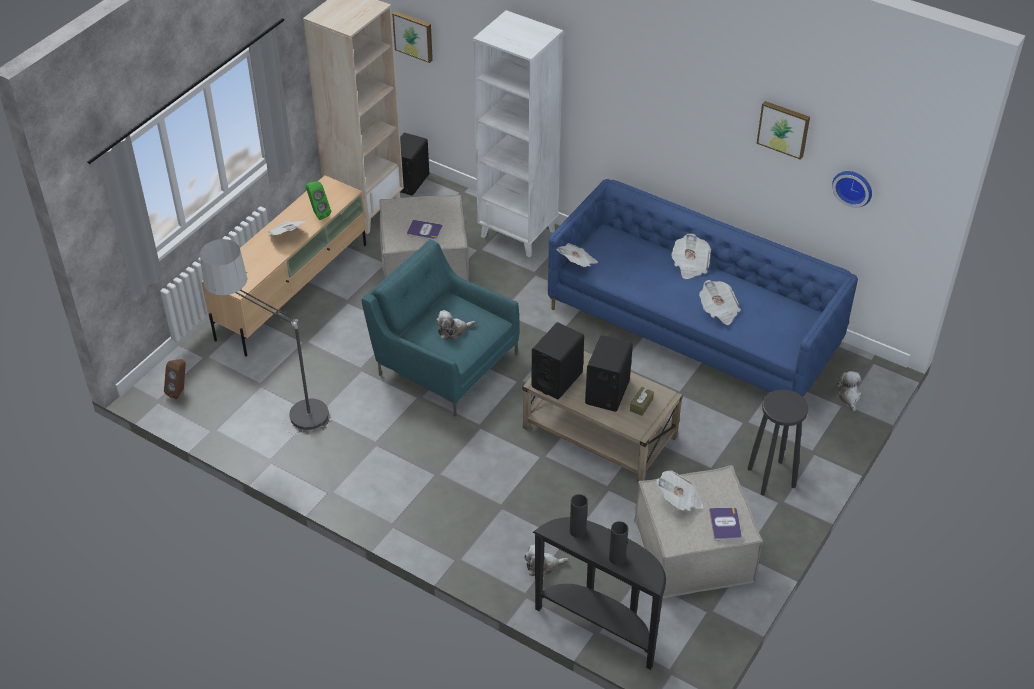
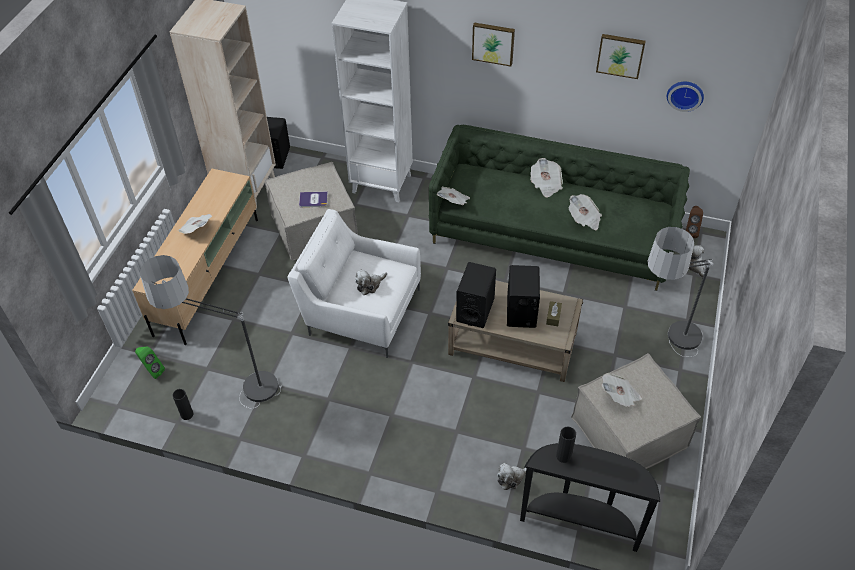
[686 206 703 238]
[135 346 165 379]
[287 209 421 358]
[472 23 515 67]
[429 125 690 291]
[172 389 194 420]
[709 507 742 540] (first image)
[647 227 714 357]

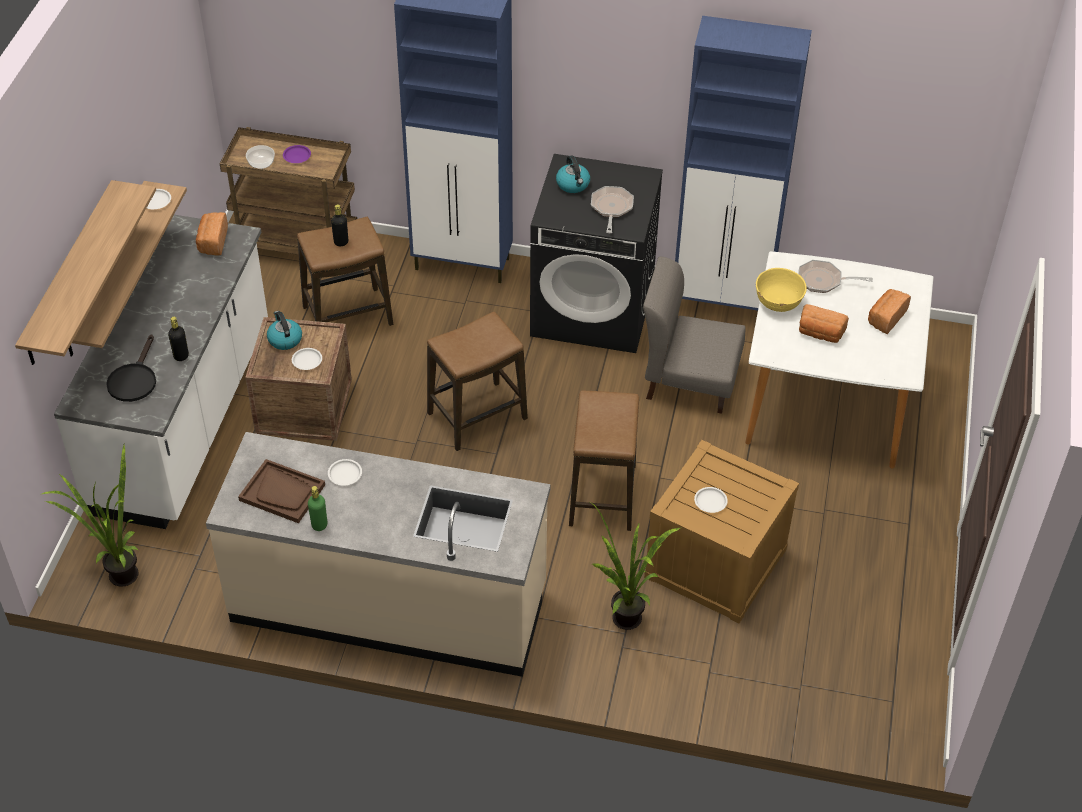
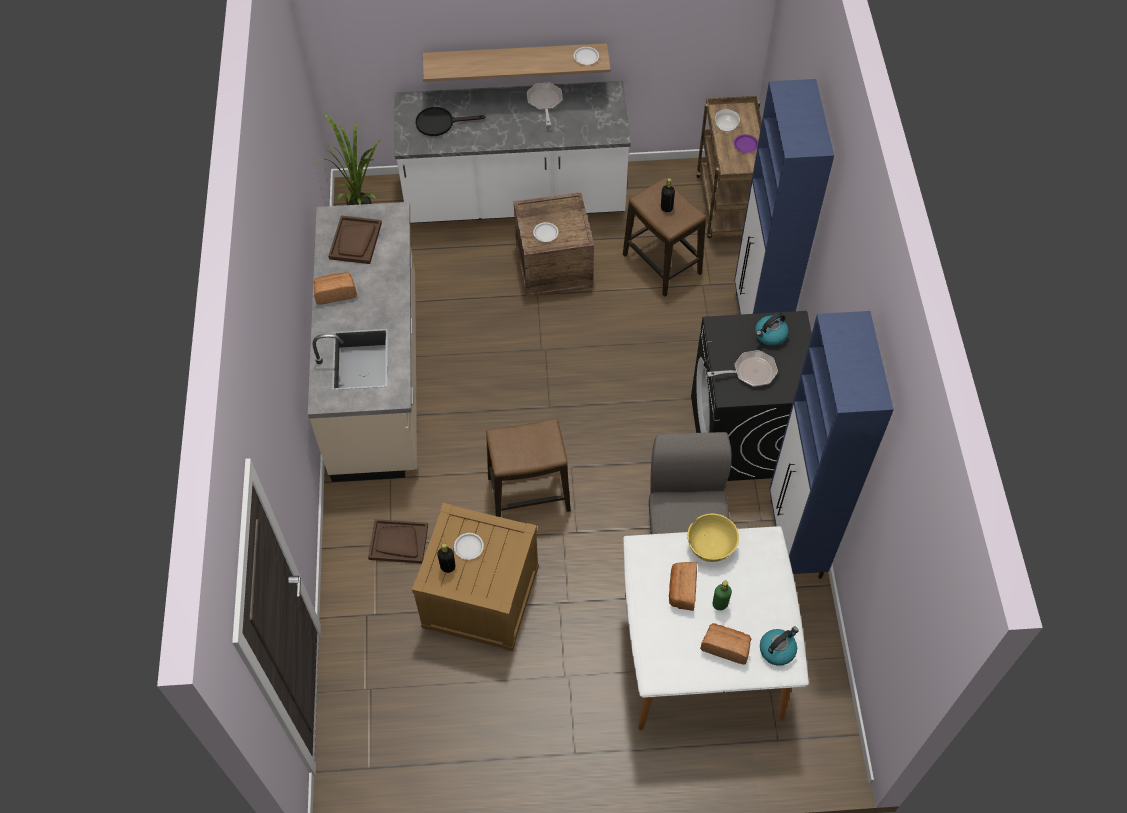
[15 180 156 365] (first image)
[437 543 455 573]
[314 272 357 305]
[760 626 799 666]
[713 581 732 610]
[328 459 362 486] (first image)
[427 312 528 451] (first image)
[368 519 428 563]
[527 83 563 126]

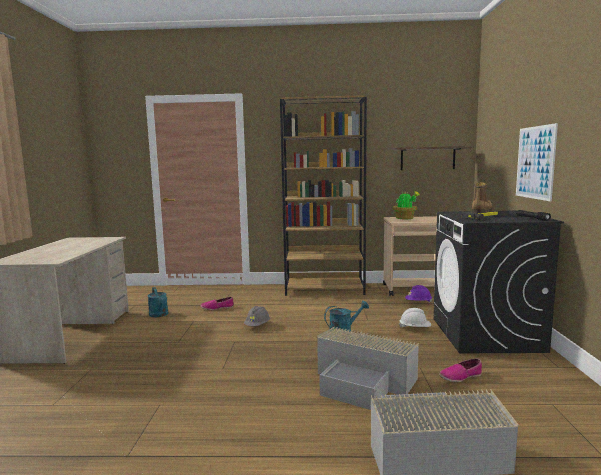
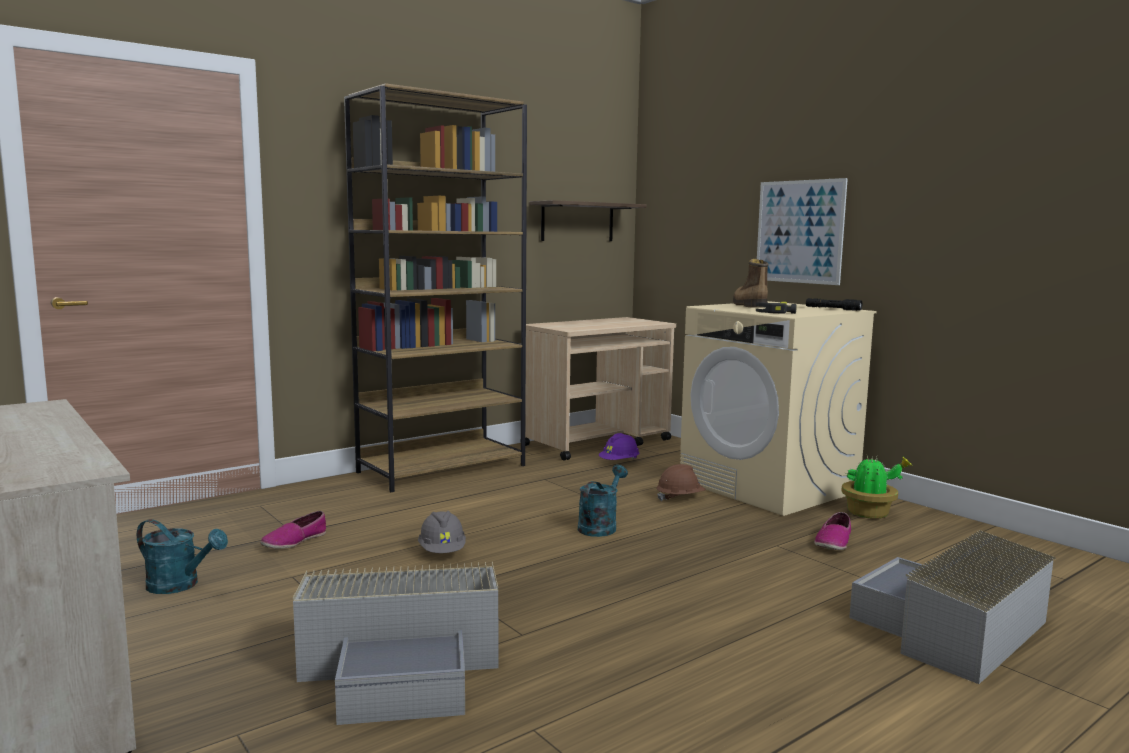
[293 562 498 725]
[841 454 912 519]
[656 464 706 501]
[680 301 877 516]

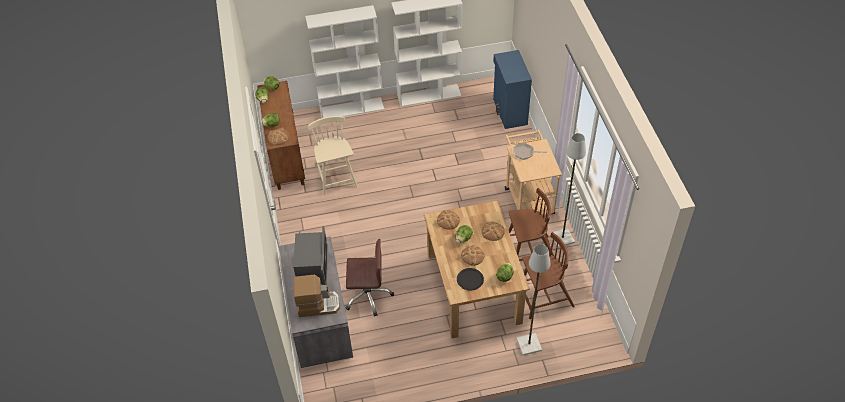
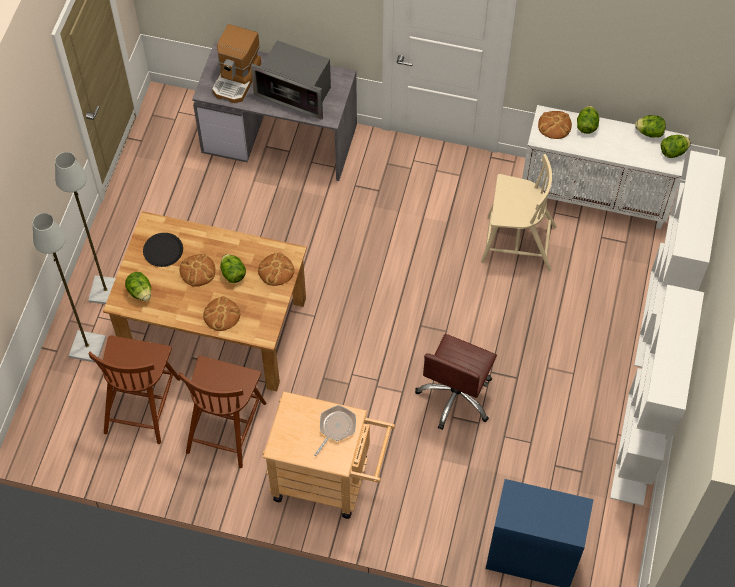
[522 105 689 229]
[415 334 497 430]
[55 152 116 304]

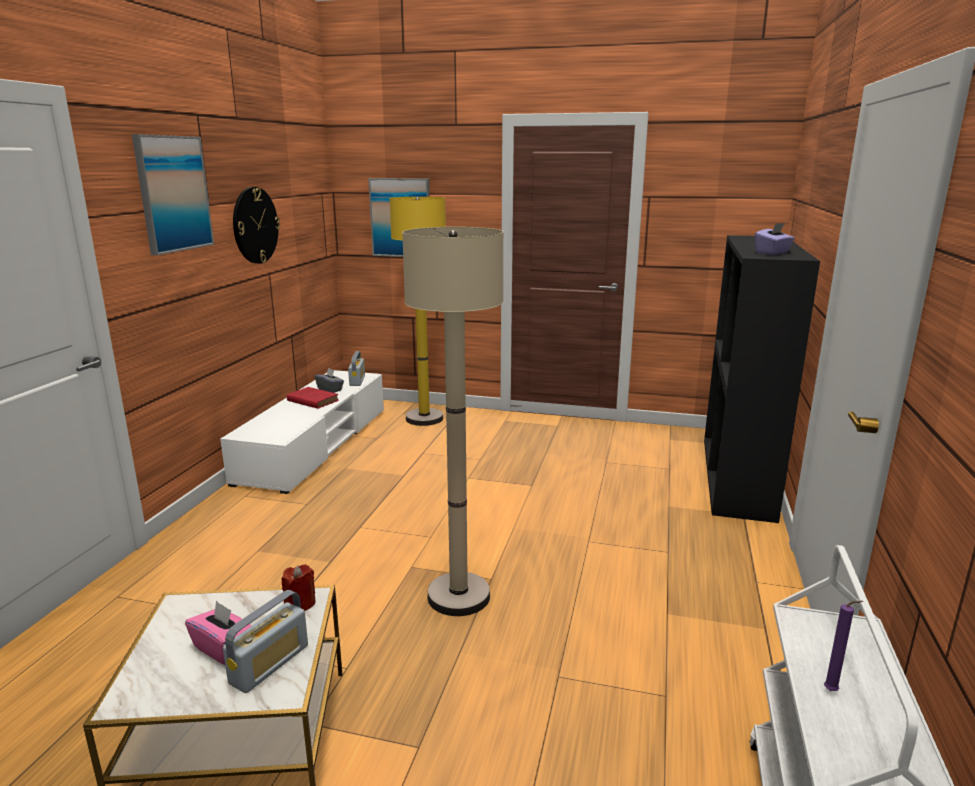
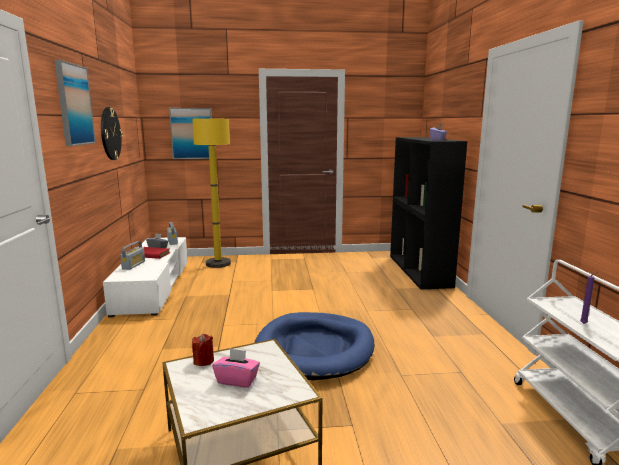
[120 241 145 270]
[192 334 214 366]
[255 312 374 380]

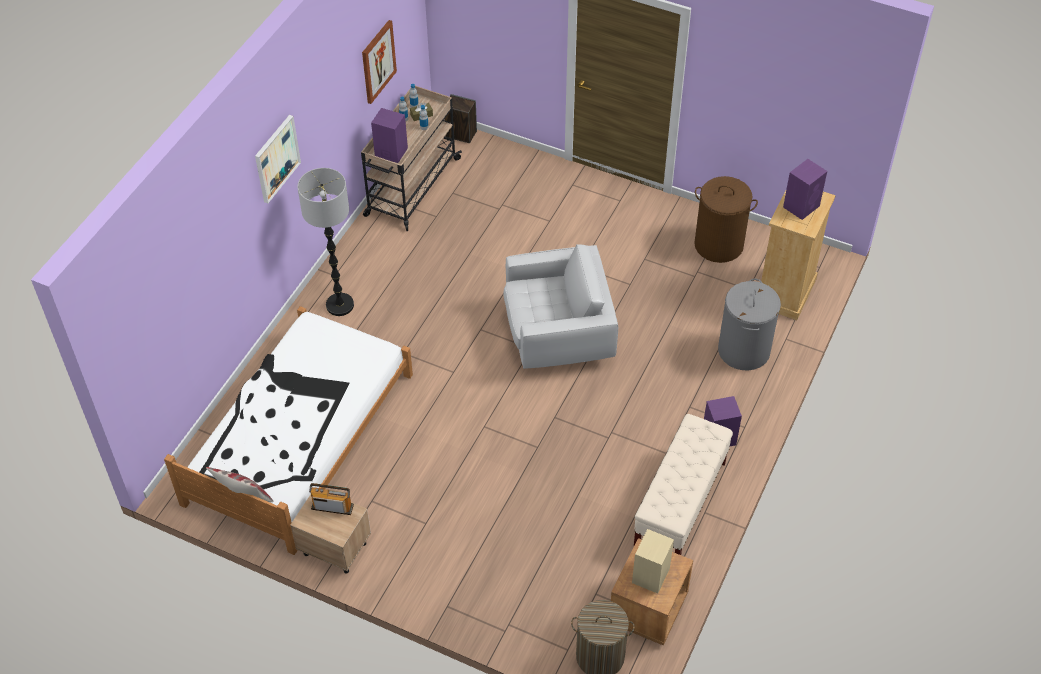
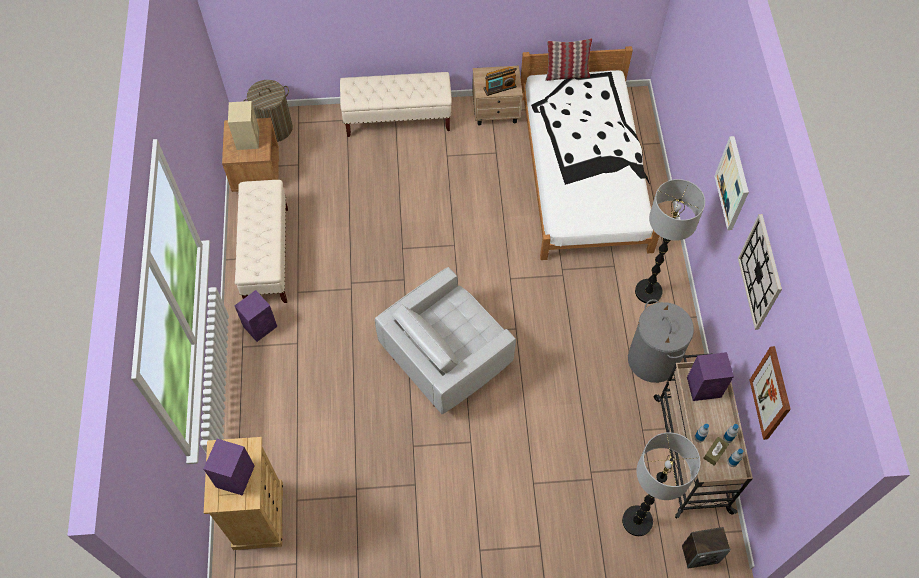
[694 176 758 263] (first image)
[628 299 694 383]
[340 72 452 137]
[622 432 700 536]
[738 214 782 330]

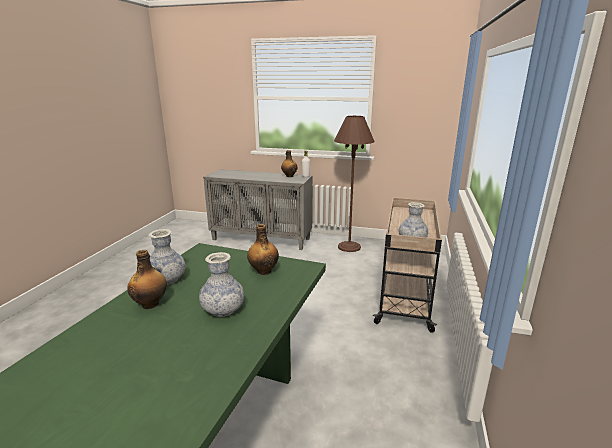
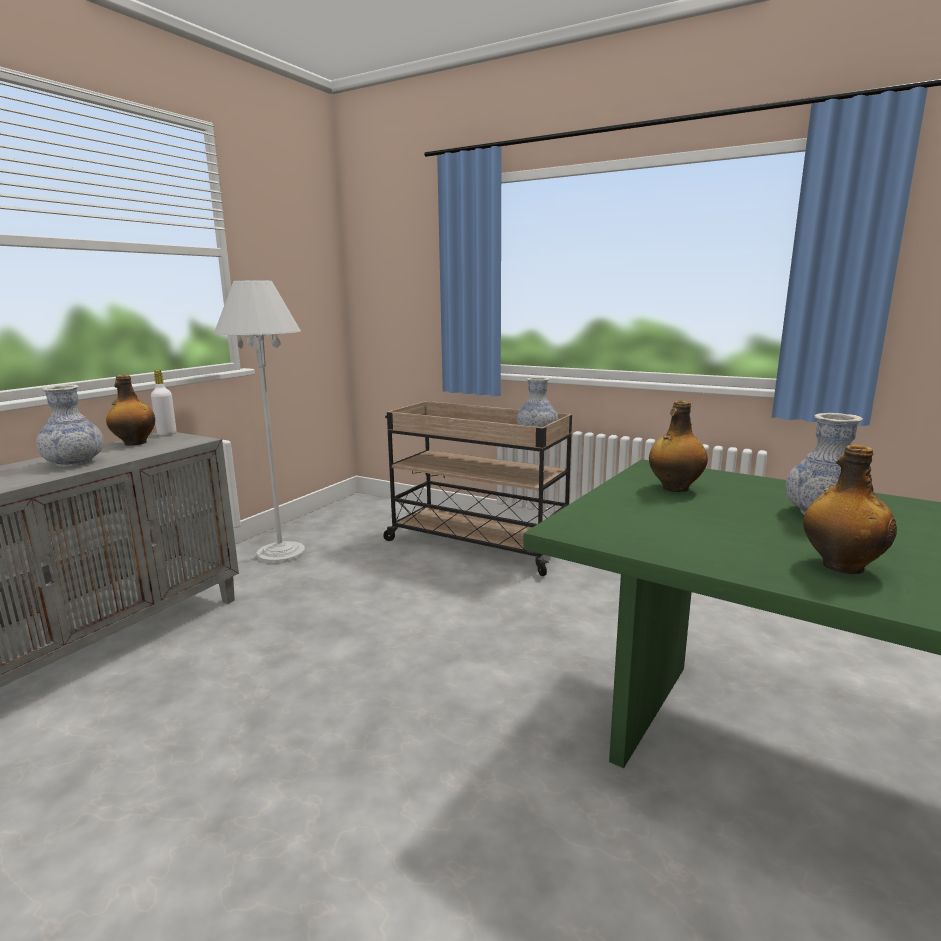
[36 385 104 467]
[214 281 306 563]

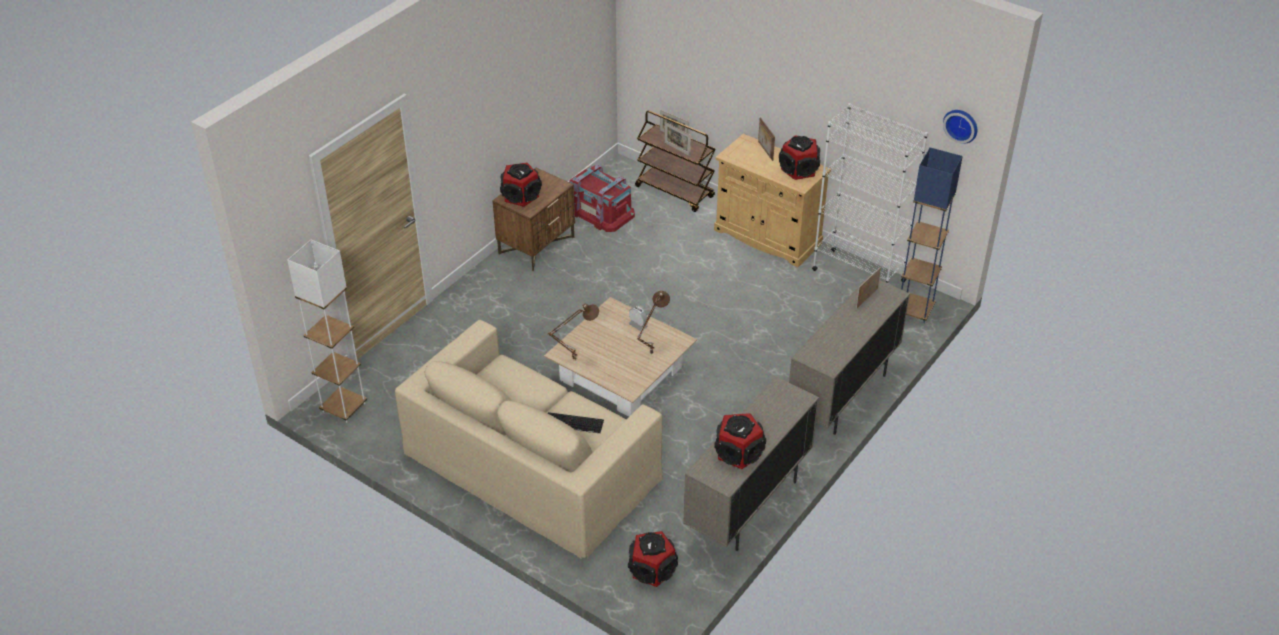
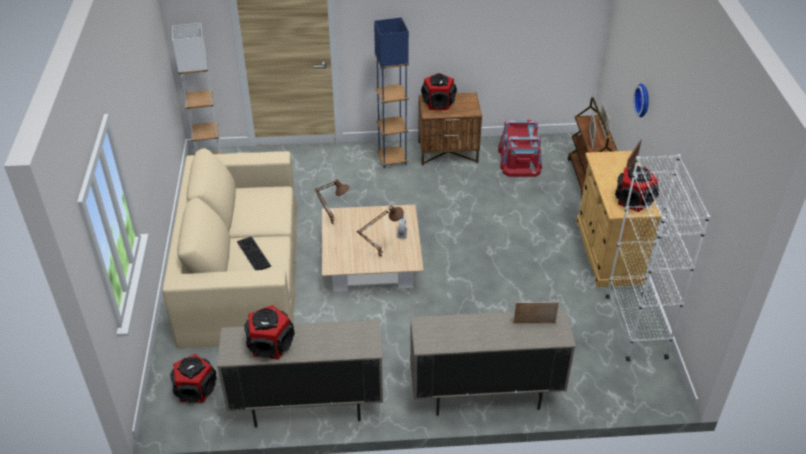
[374 17 409 168]
[633 83 649 117]

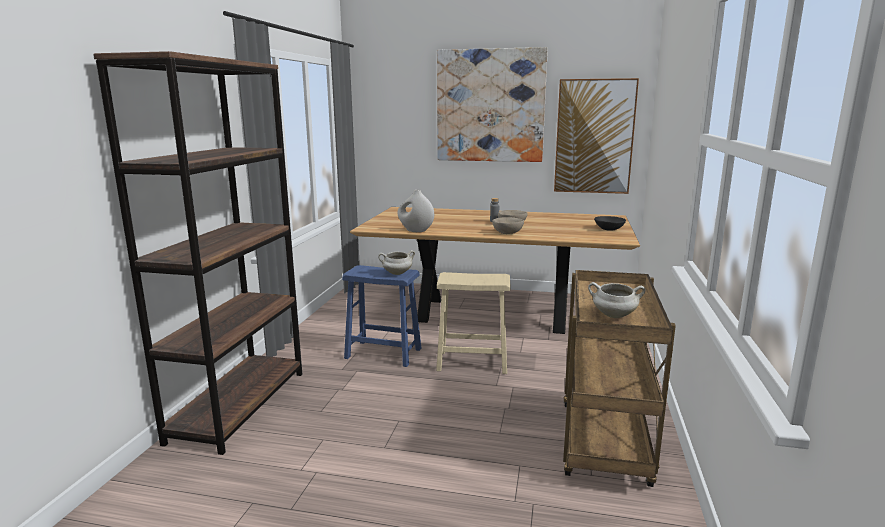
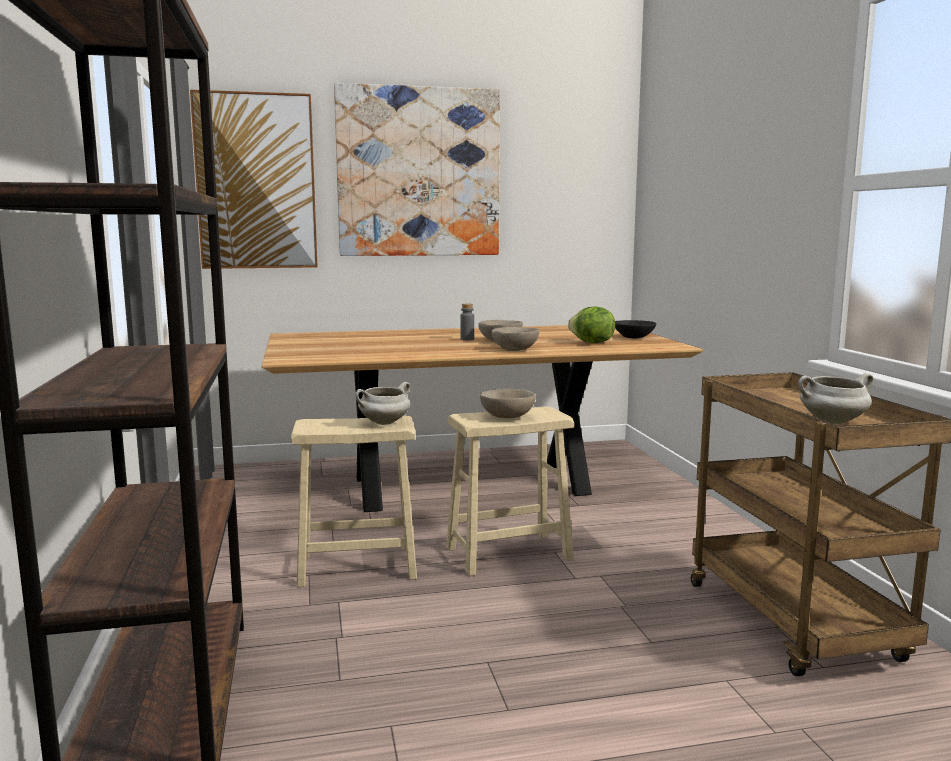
[291 416 417 587]
[397 190 434 232] (first image)
[190 90 318 269]
[480 388 536 418]
[568 306 615 343]

